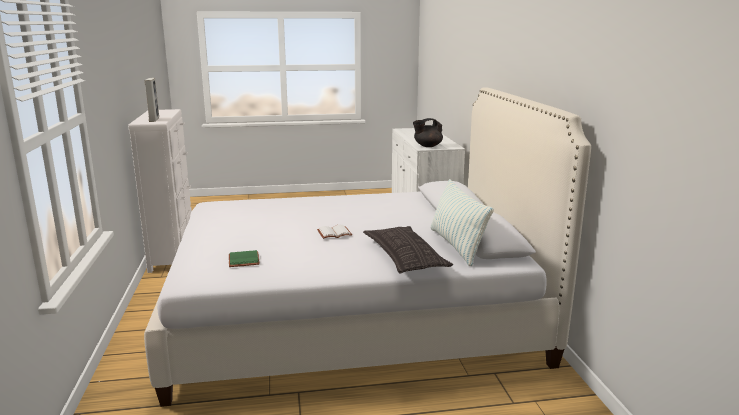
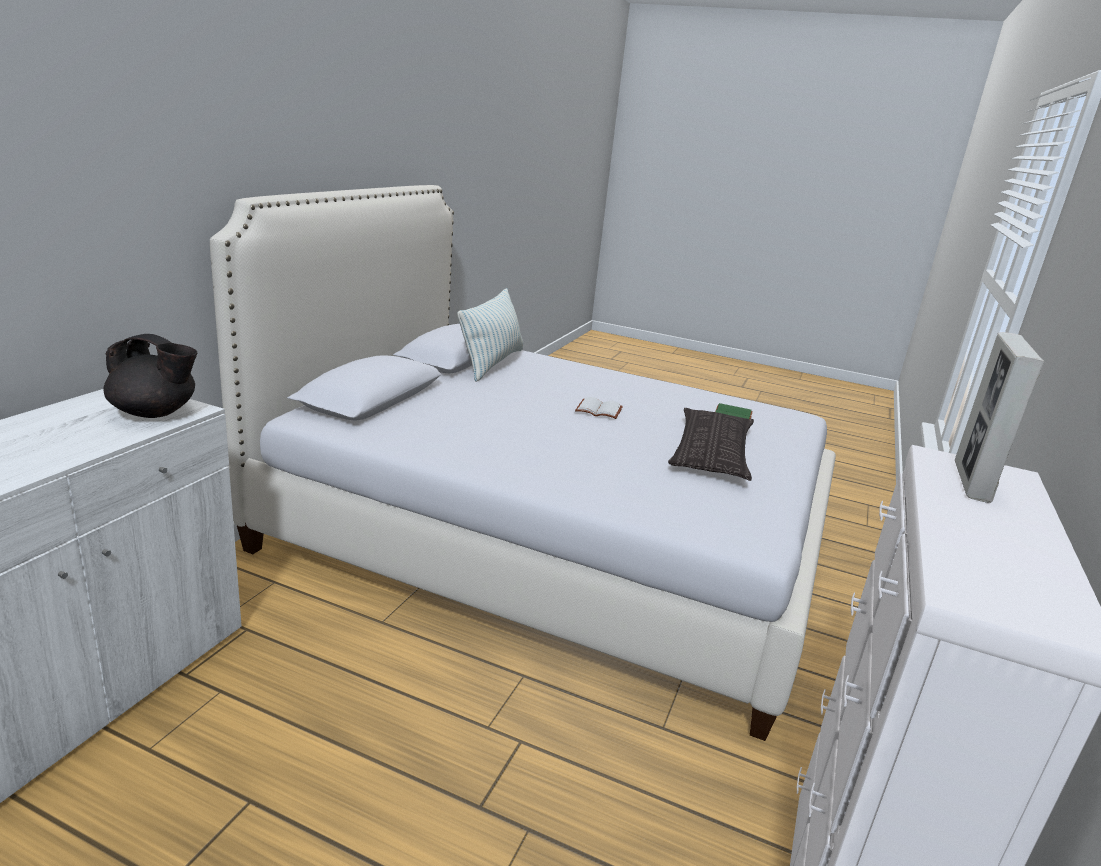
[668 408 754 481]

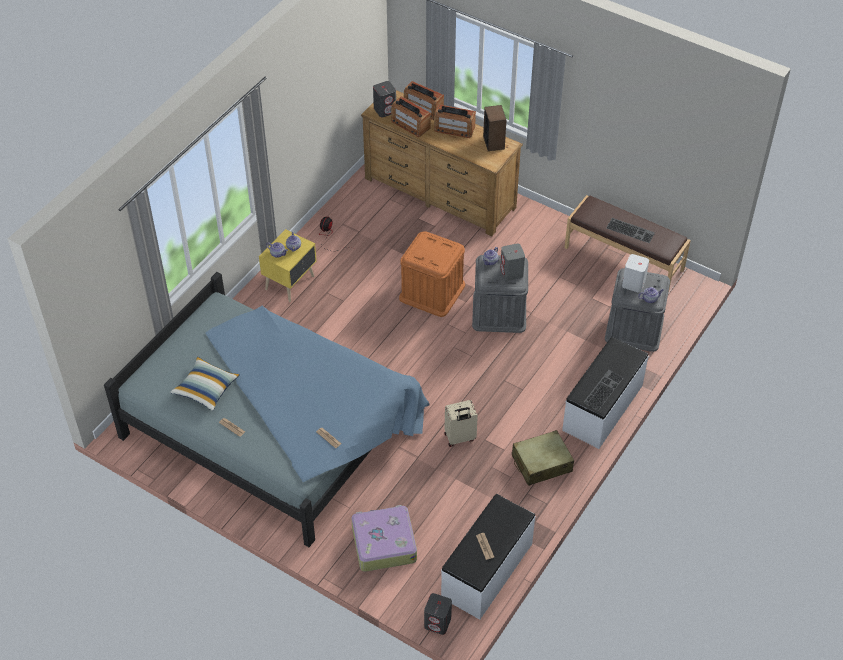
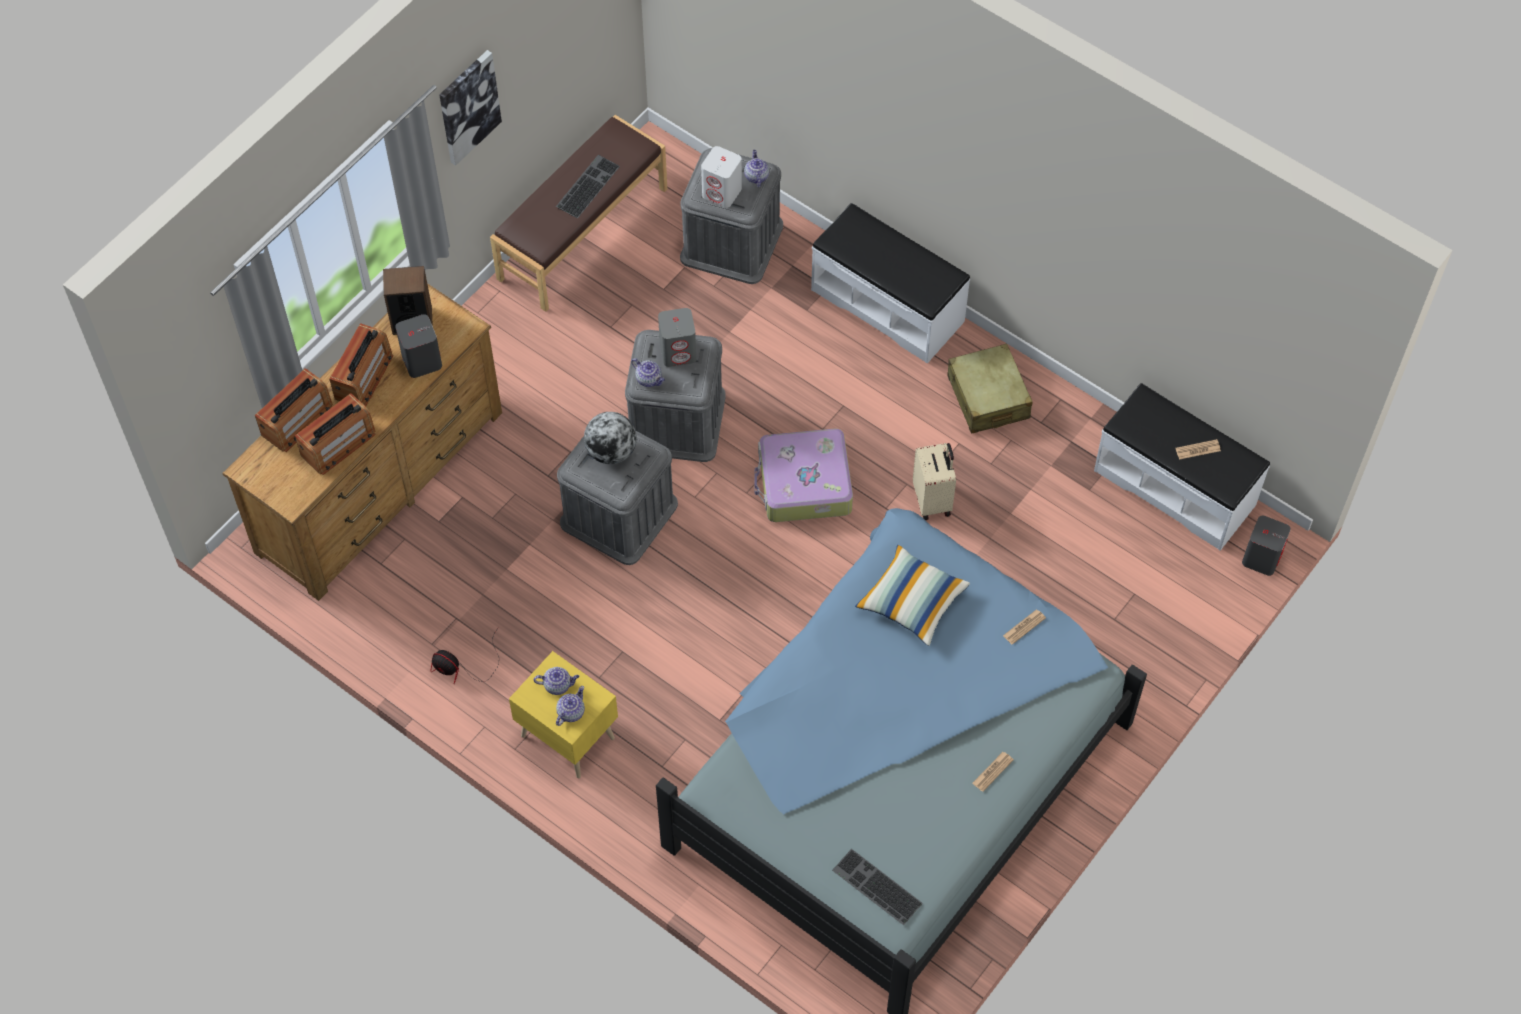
[855 545 970 646]
[754 429 853 522]
[395 314 442 378]
[557 430 678 565]
[832 849 923 925]
[439 50 502 166]
[584 412 637 464]

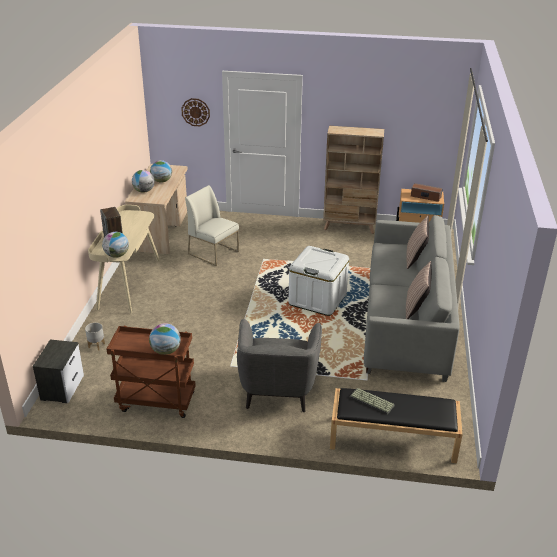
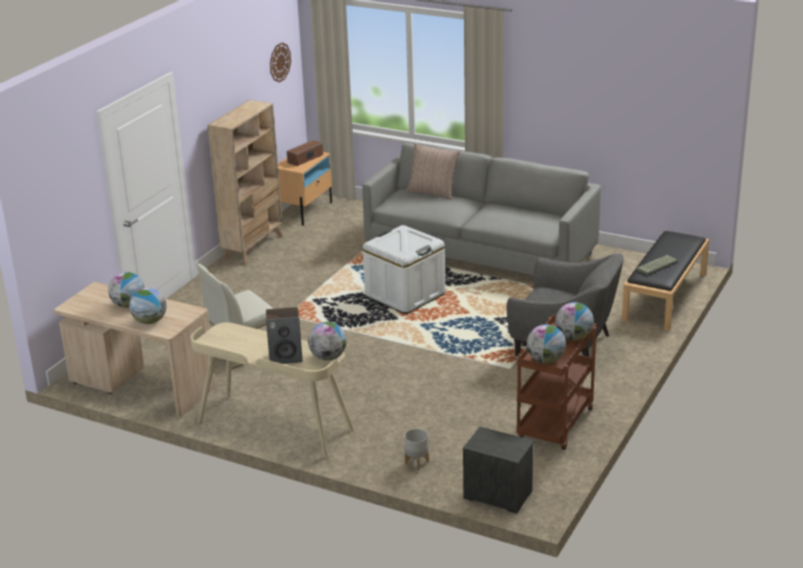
[270 43 291 82]
[406 261 432 319] (first image)
[527 324 566 364]

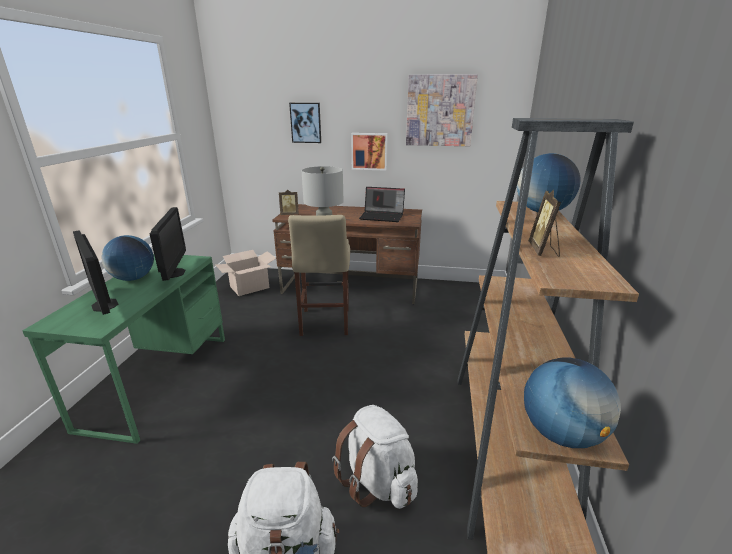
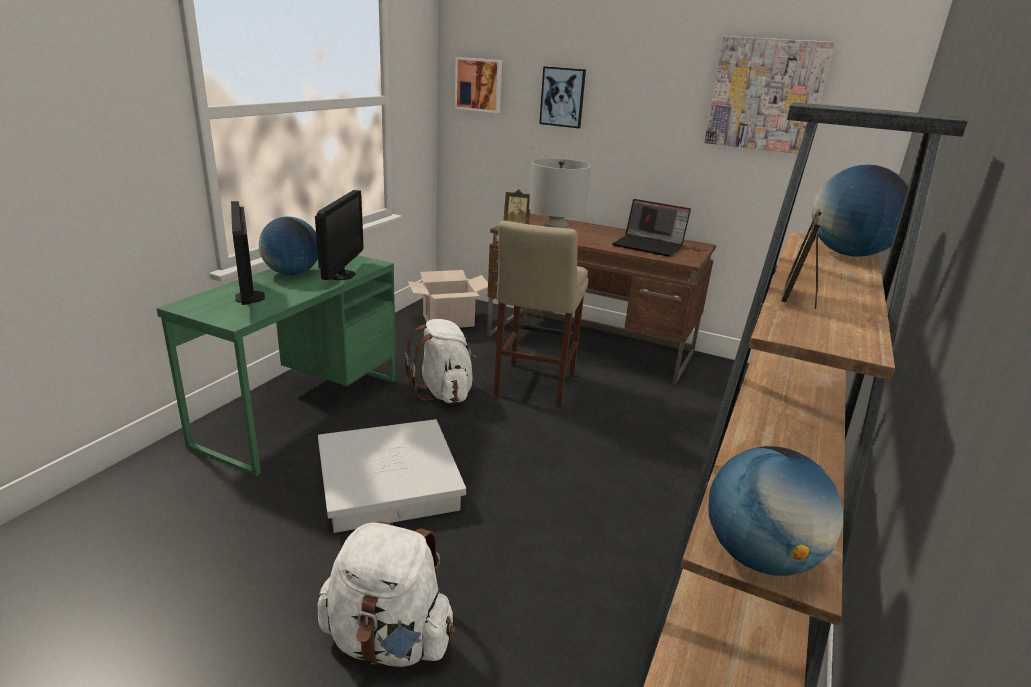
[404 319 477 403]
[455 57 502 113]
[318 419 466 533]

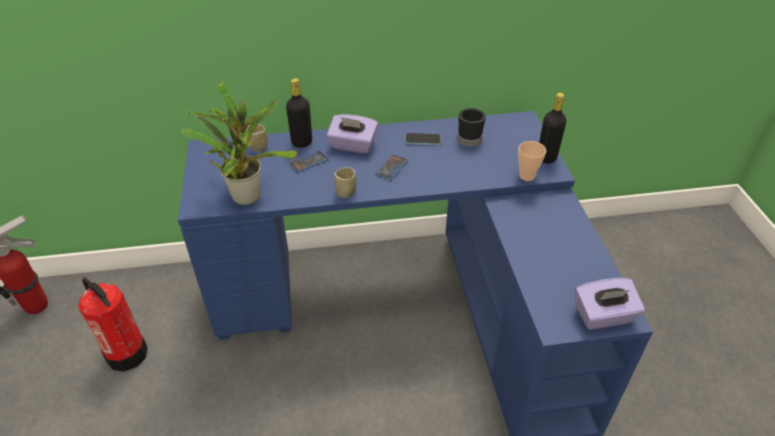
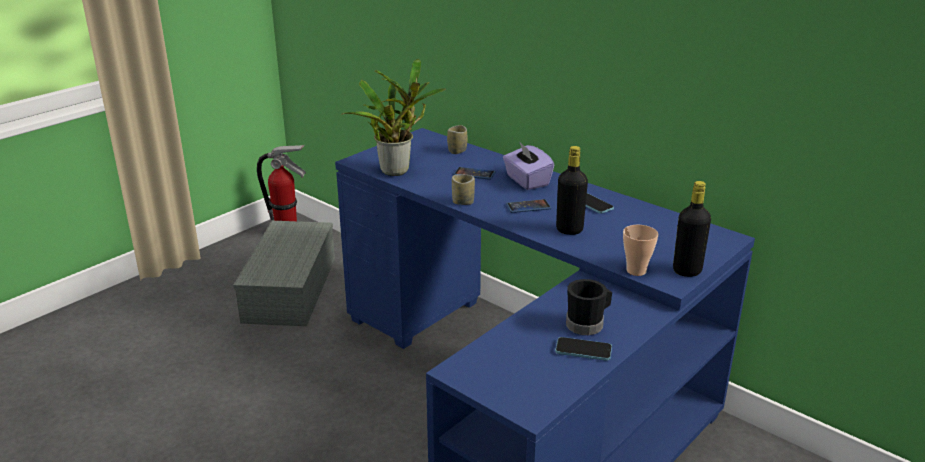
[233 221 335 326]
[556 146 588 235]
[566 279 612 335]
[575 278 645 330] (first image)
[555 337 612 361]

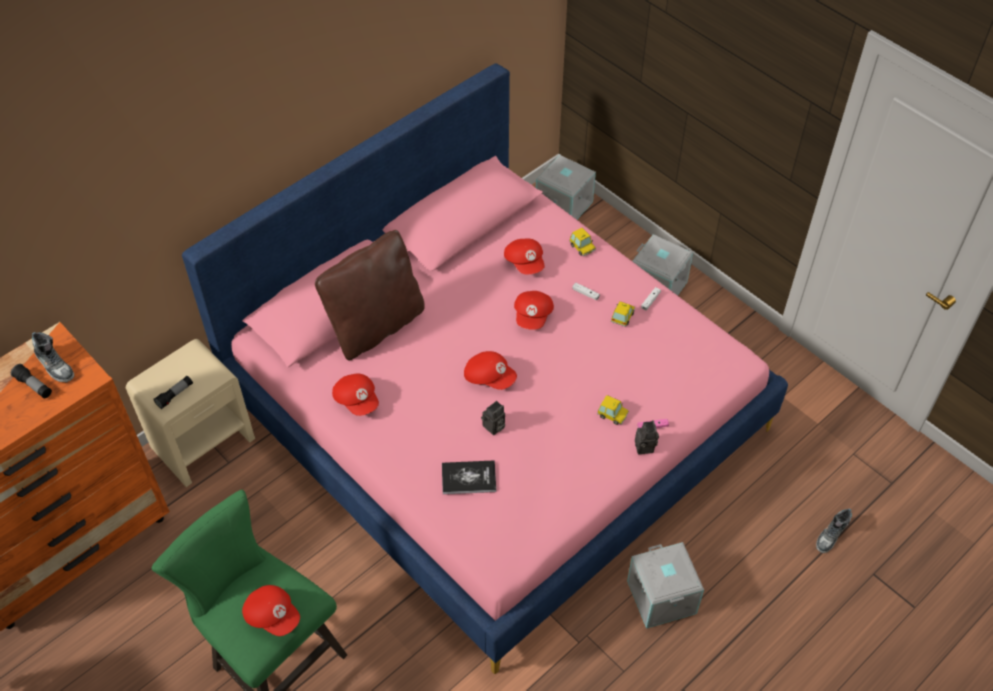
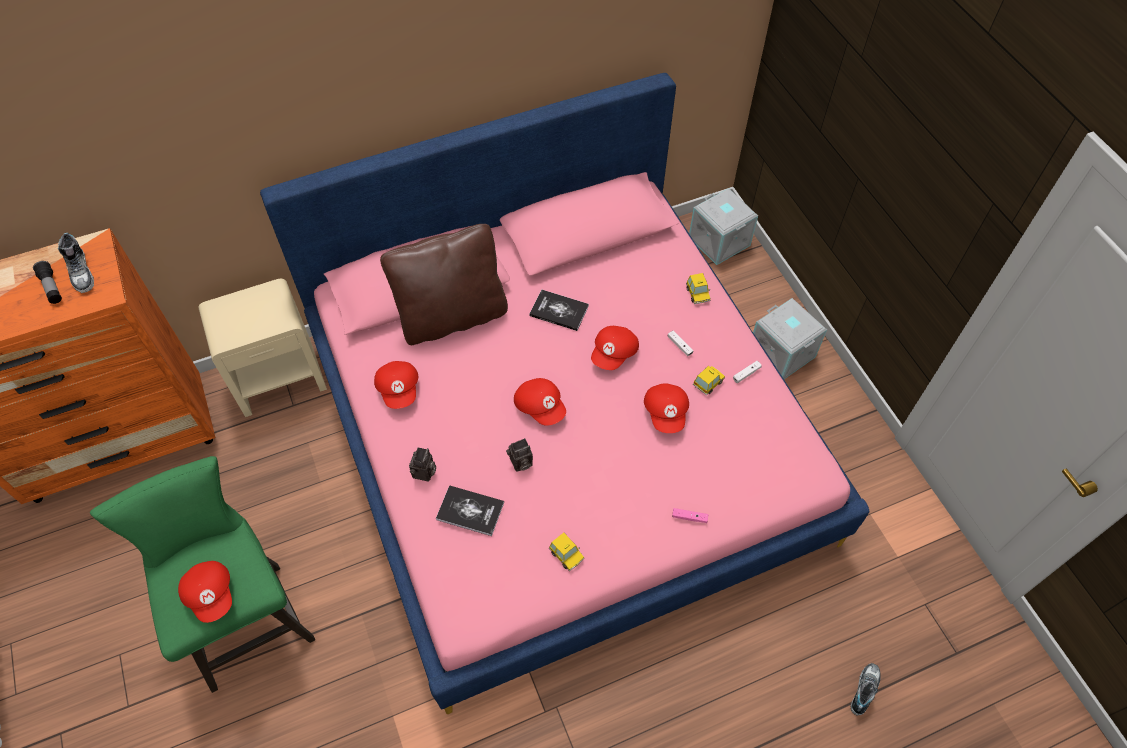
[153 376 193 409] (first image)
[644 383 689 433]
[549 533 585 571]
[627 542 704 629] (first image)
[409 447 436 481]
[850 663 881 716]
[529 290 589 331]

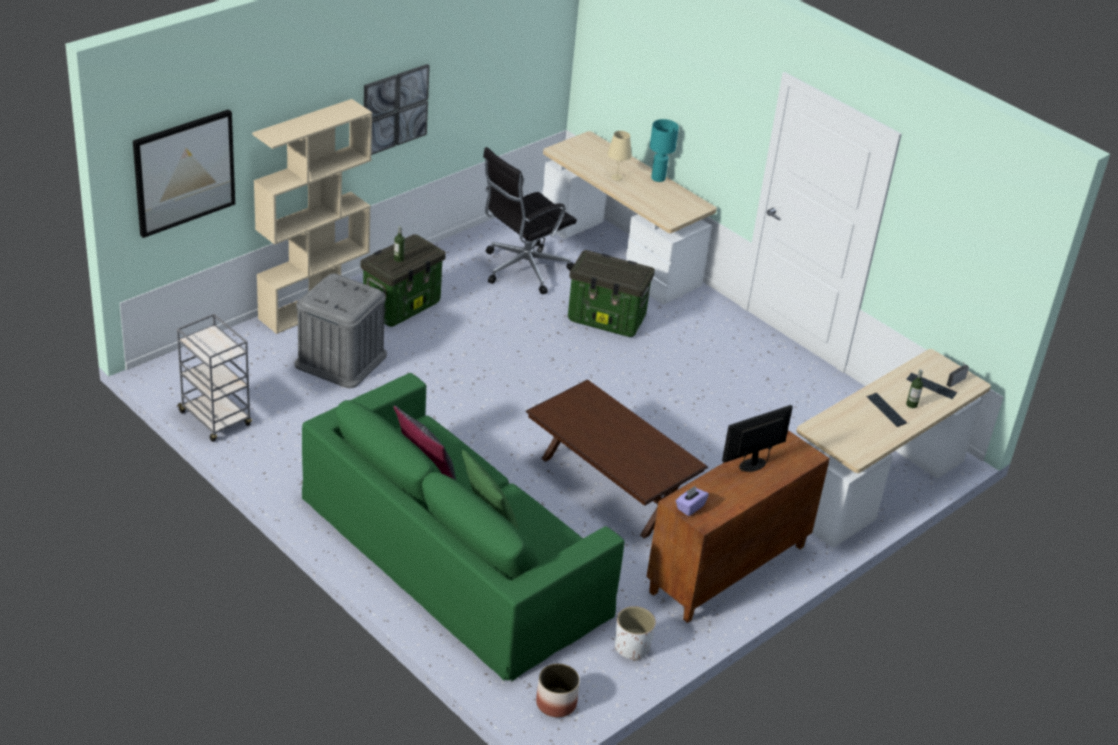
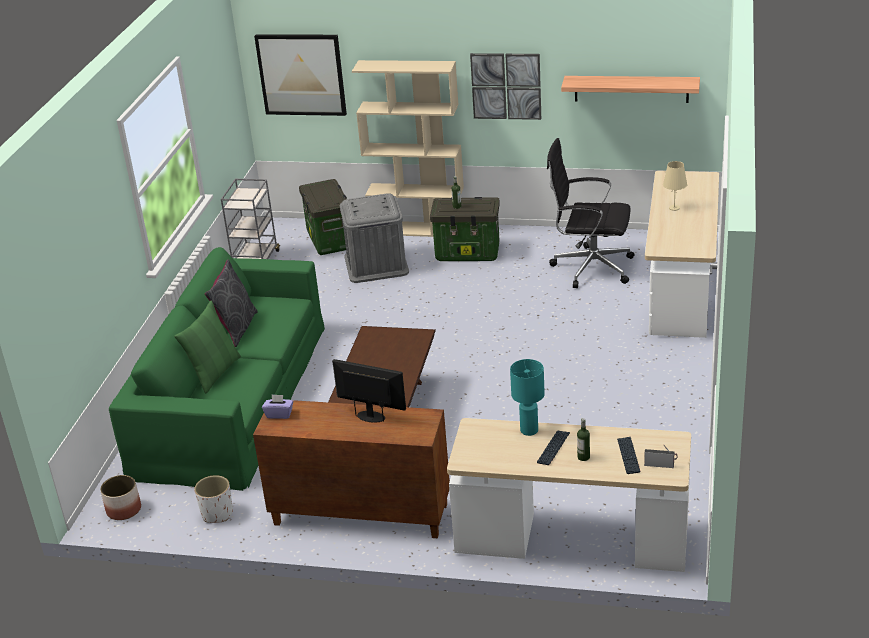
[299 179 347 255]
[510 359 545 436]
[561 76 700 103]

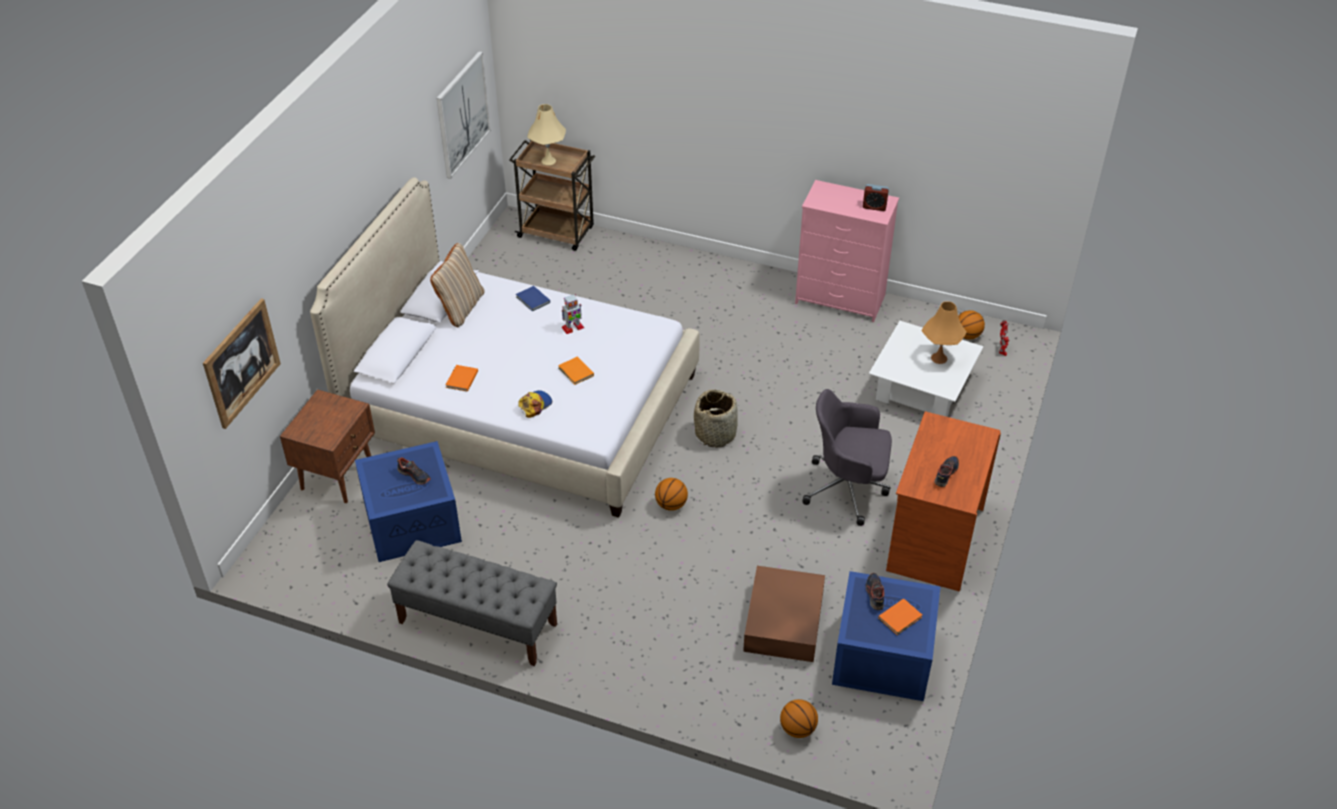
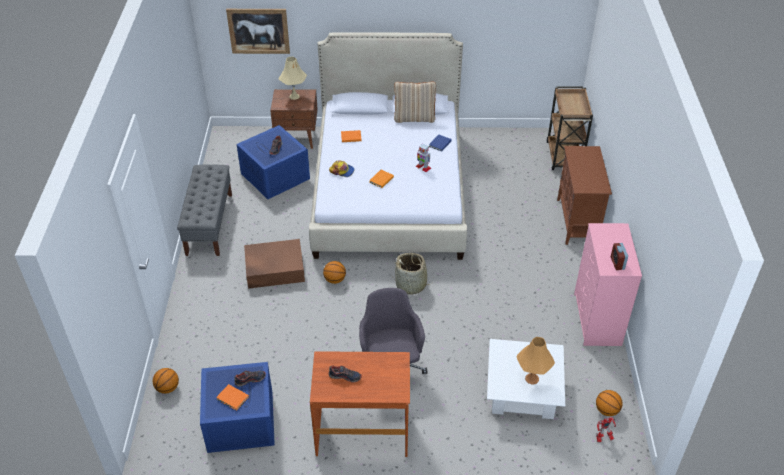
[436 51 491 179] (first image)
[279 57 307 100]
[244 239 305 289]
[557 146 612 245]

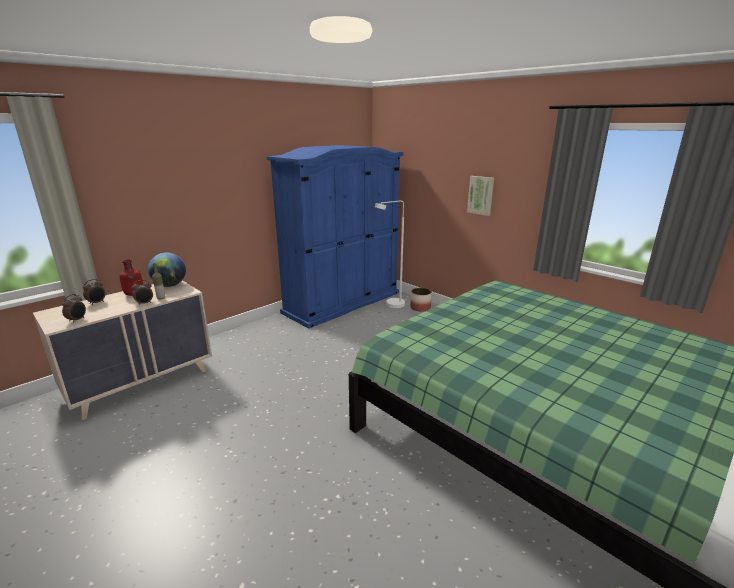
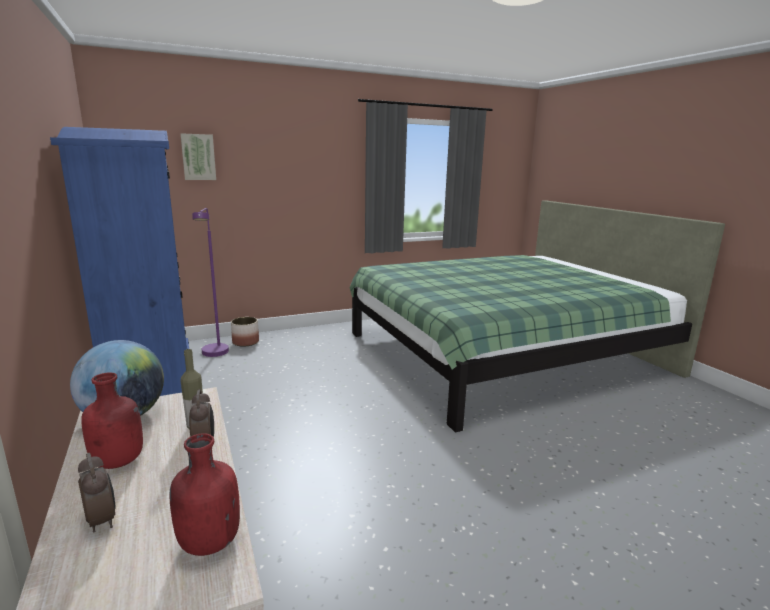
[169 433 240 556]
[192 208 229 357]
[180 133 216 180]

